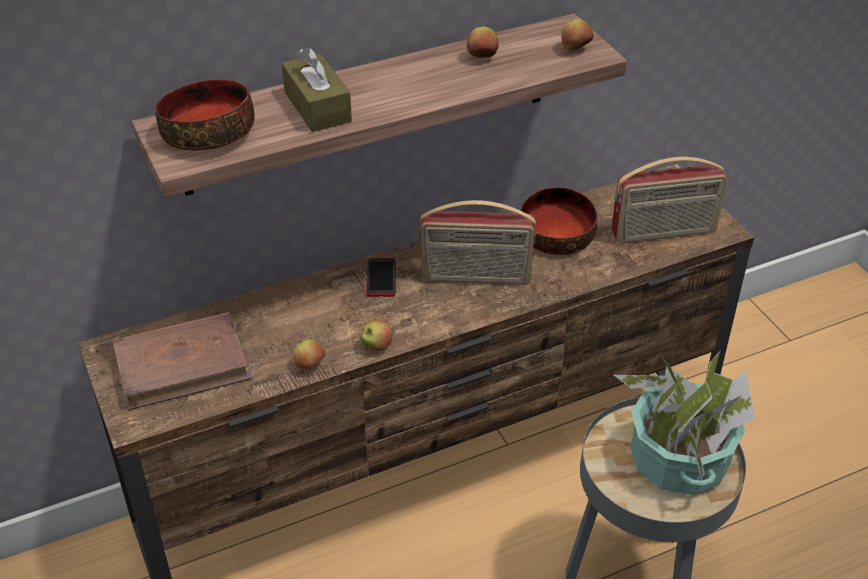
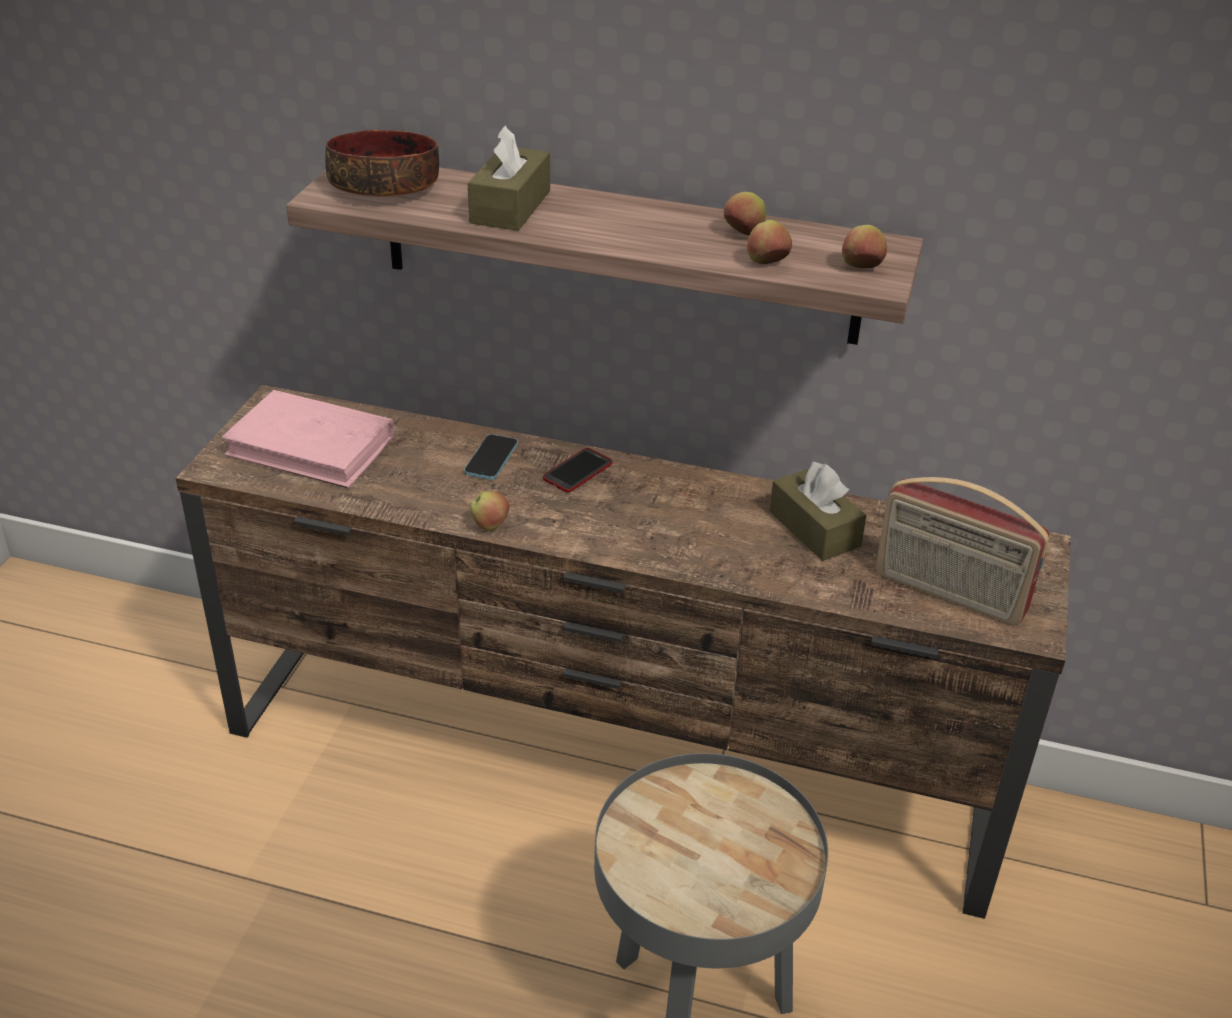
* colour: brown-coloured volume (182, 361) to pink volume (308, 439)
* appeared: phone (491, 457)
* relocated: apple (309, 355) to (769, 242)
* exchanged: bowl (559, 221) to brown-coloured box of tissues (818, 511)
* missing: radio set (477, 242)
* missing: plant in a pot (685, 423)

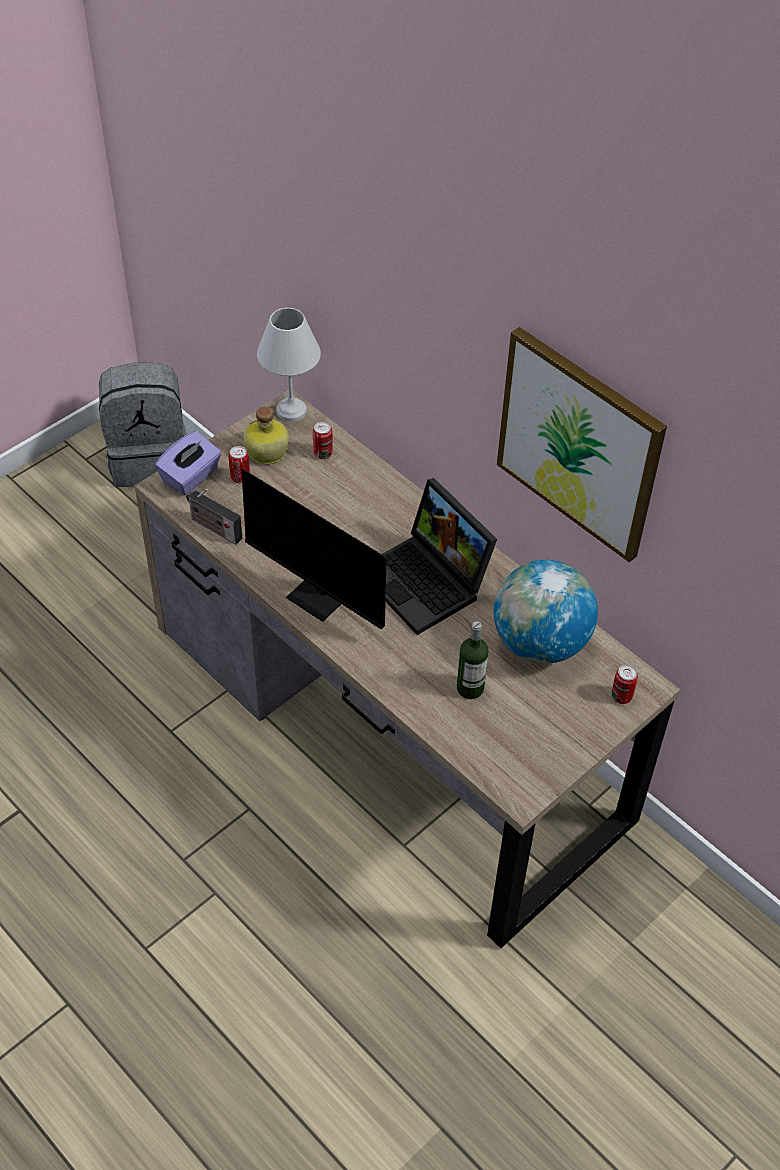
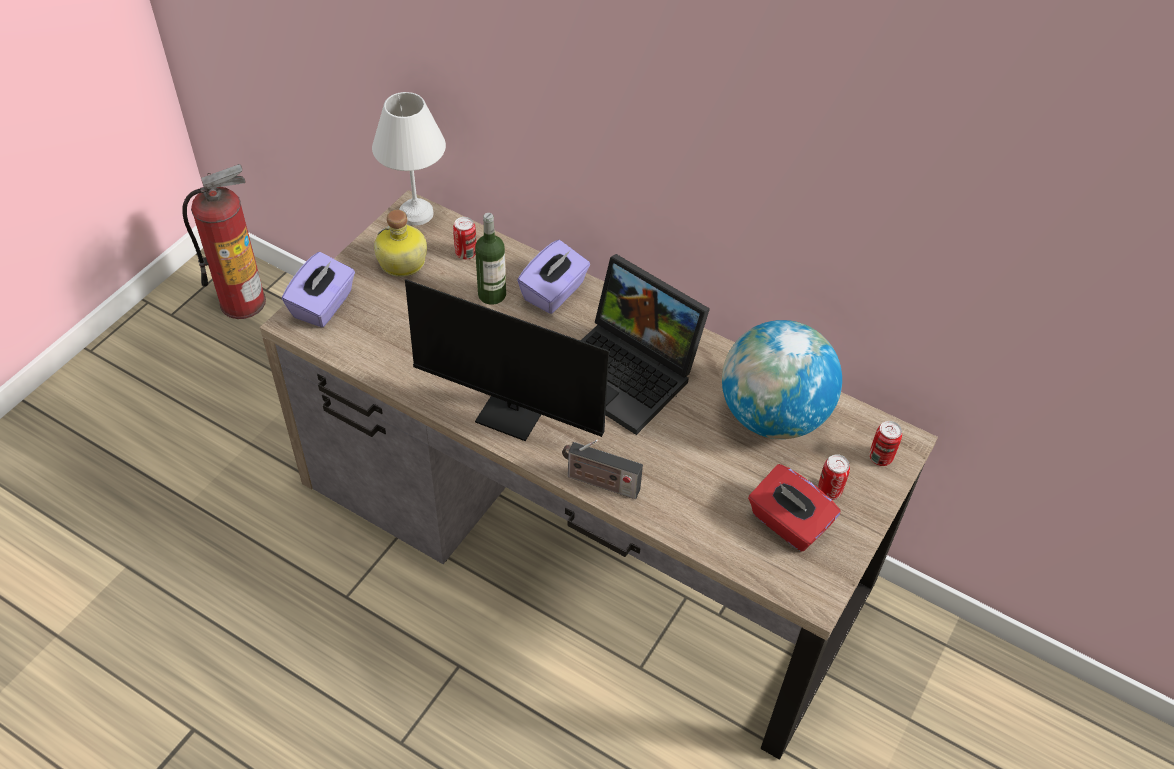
* exchanged: gray knapsack (142, 424) to extinguisher (224, 241)
* relocated: drink bottle (473, 660) to (490, 259)
* appeared: purplish box of tissues (553, 277)
* relocated: radio set (214, 517) to (602, 469)
* appeared: red box of tissues (794, 508)
* relocated: can (239, 465) to (834, 477)
* missing: picture (582, 444)

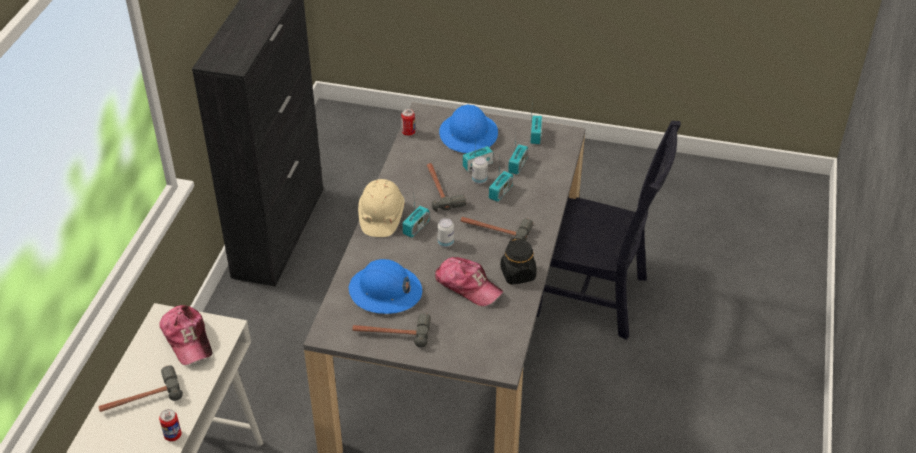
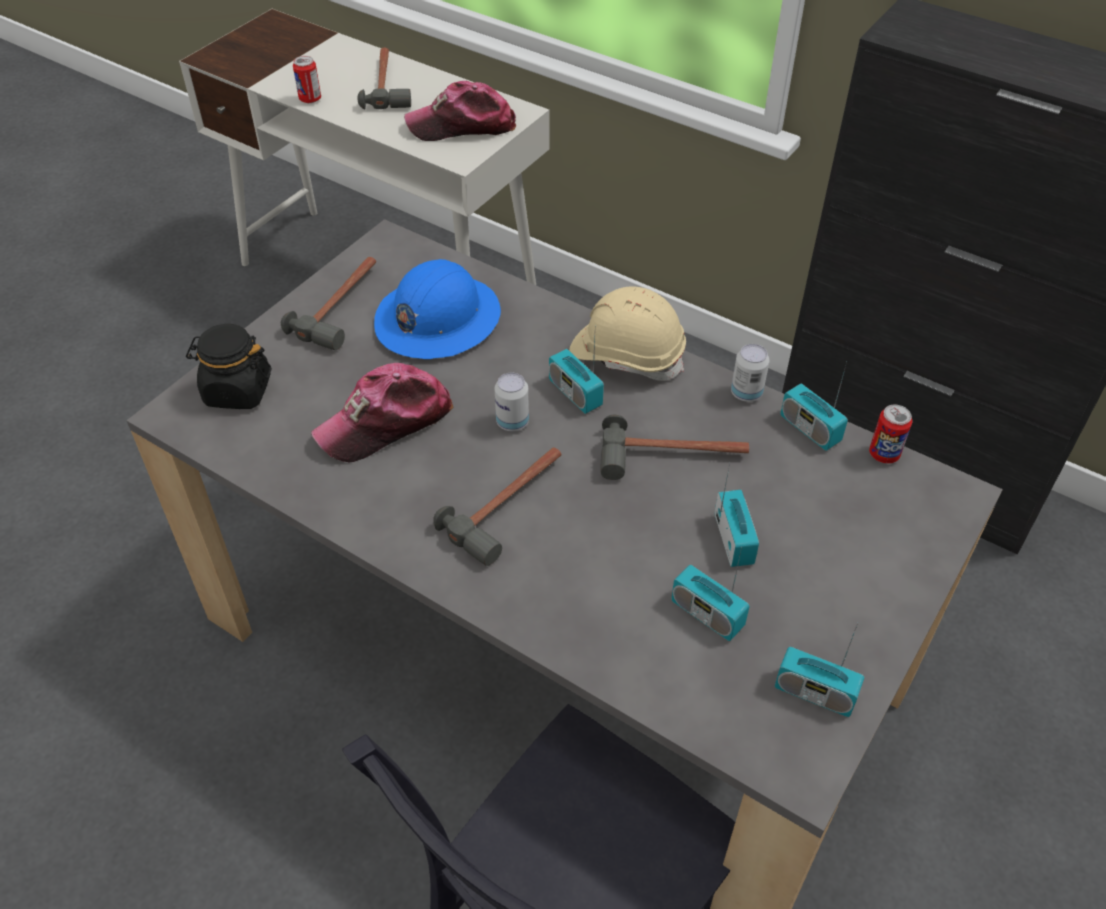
* relocated: blackish storage jar (518, 261) to (229, 366)
* relocated: can (480, 170) to (750, 373)
* relocated: radio set (501, 179) to (814, 406)
* missing: blue work helmet (468, 128)

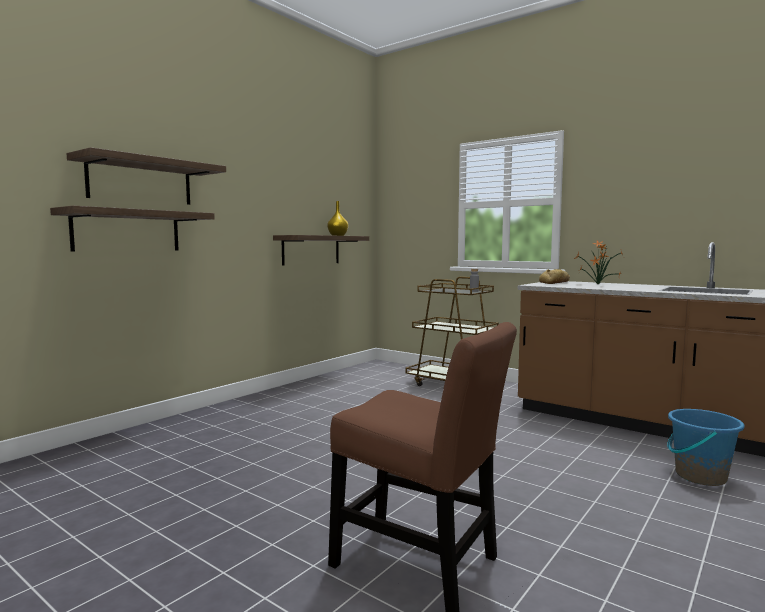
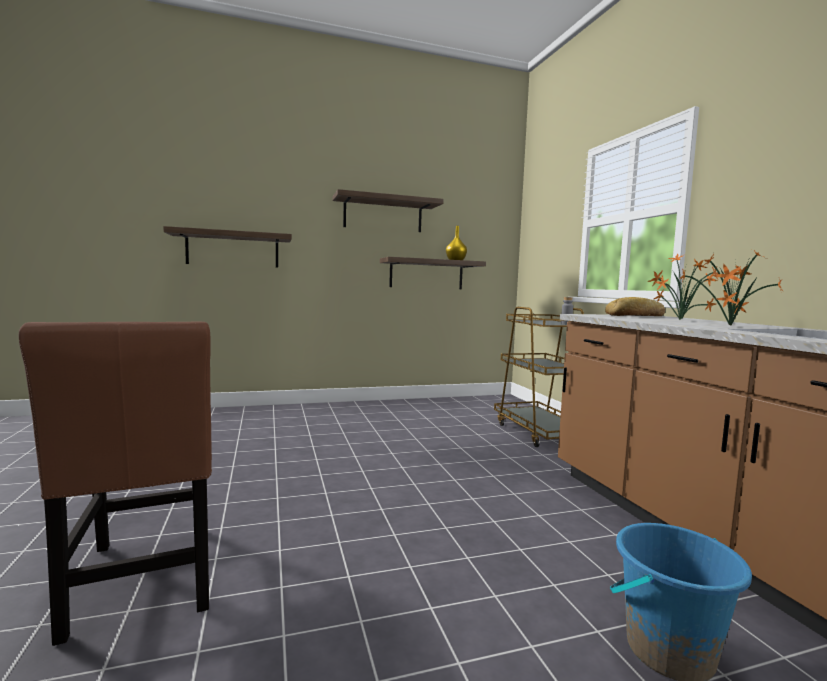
* relocated: shelf (146, 176) to (388, 210)
* appeared: plant in a pot (731, 287)

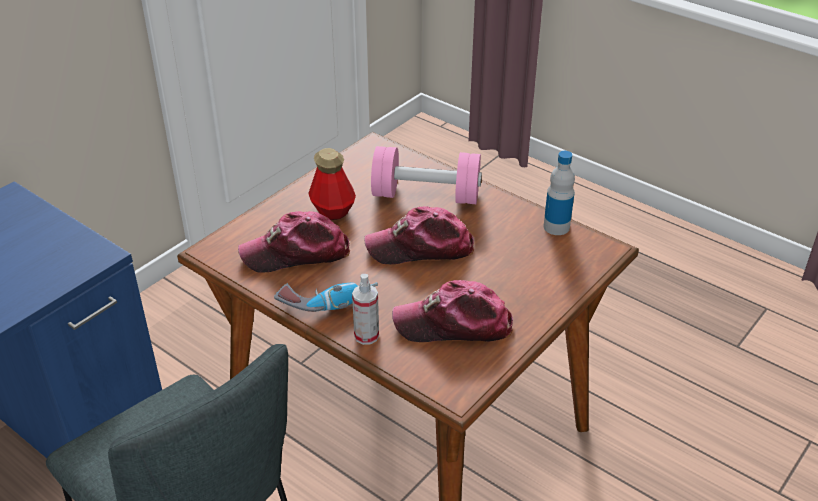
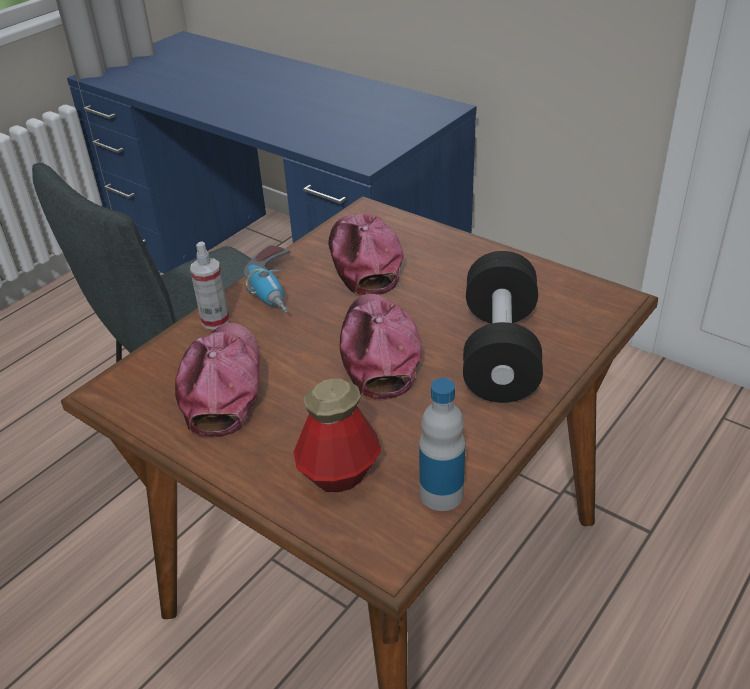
* relocated: drink bottle (332, 184) to (338, 435)
* colour: pink hand weight (426, 175) to blackish hand weight (503, 327)

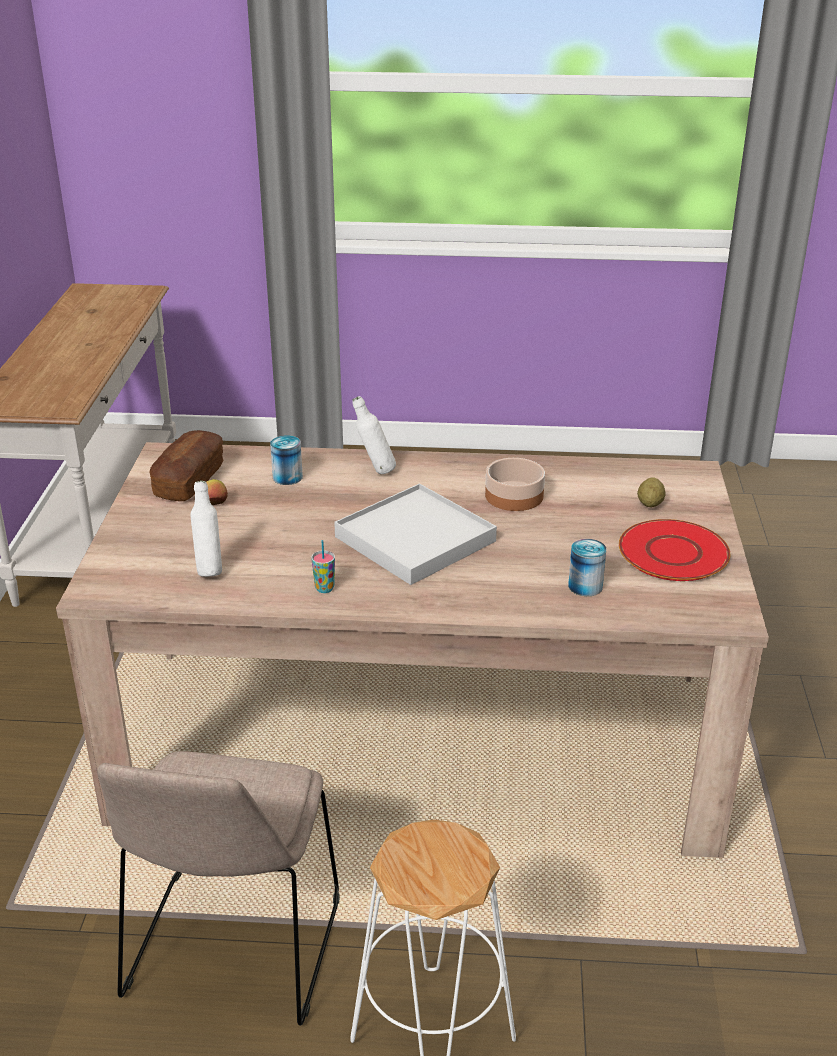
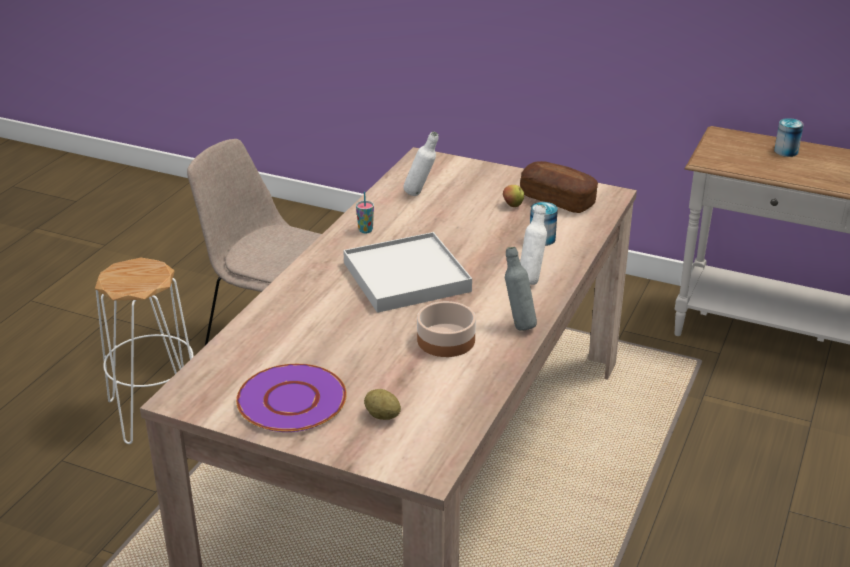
* colour: red flat dish (674, 550) to purplish flat dish (291, 398)
* appeared: gray drink bottle (521, 289)
* relocated: can (587, 567) to (789, 137)

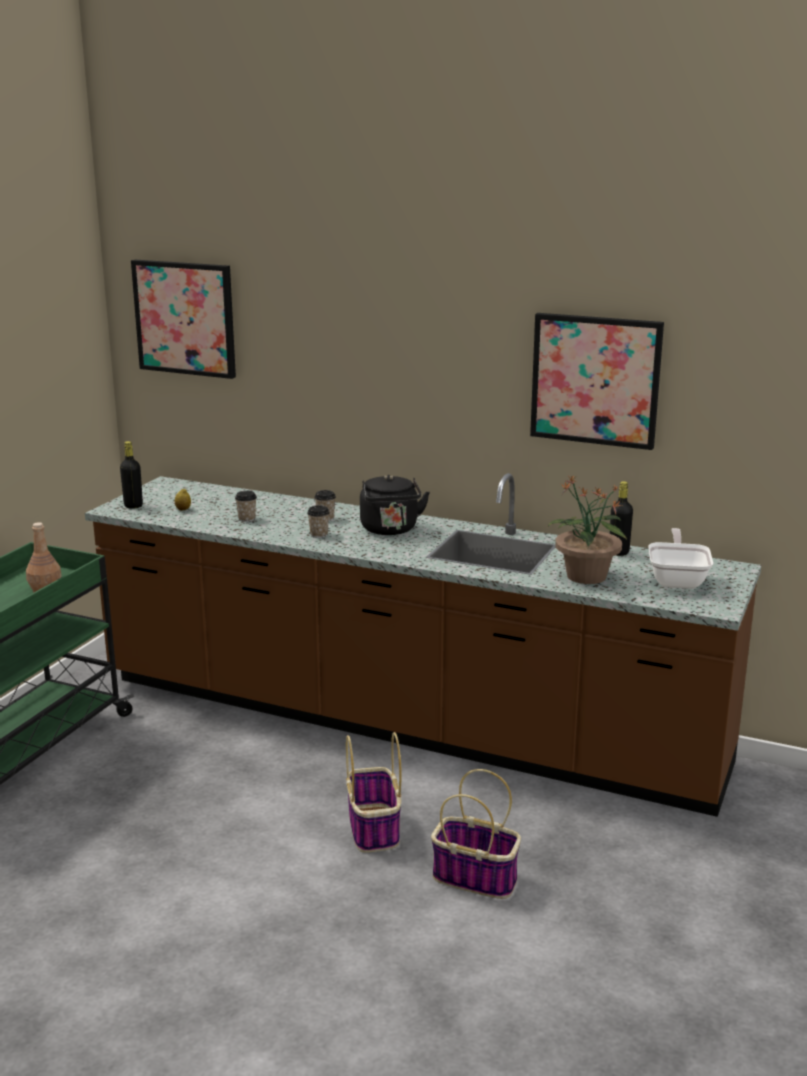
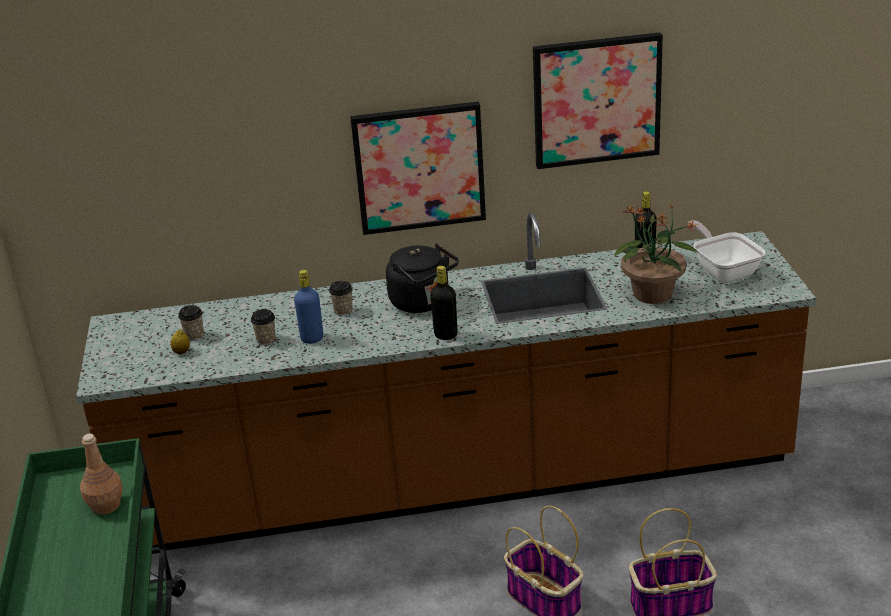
* relocated: drinking cup (318, 521) to (191, 323)
* appeared: blue drink bottle (308, 307)
* relocated: picture (183, 319) to (418, 168)
* relocated: blackish drink bottle (131, 475) to (444, 303)

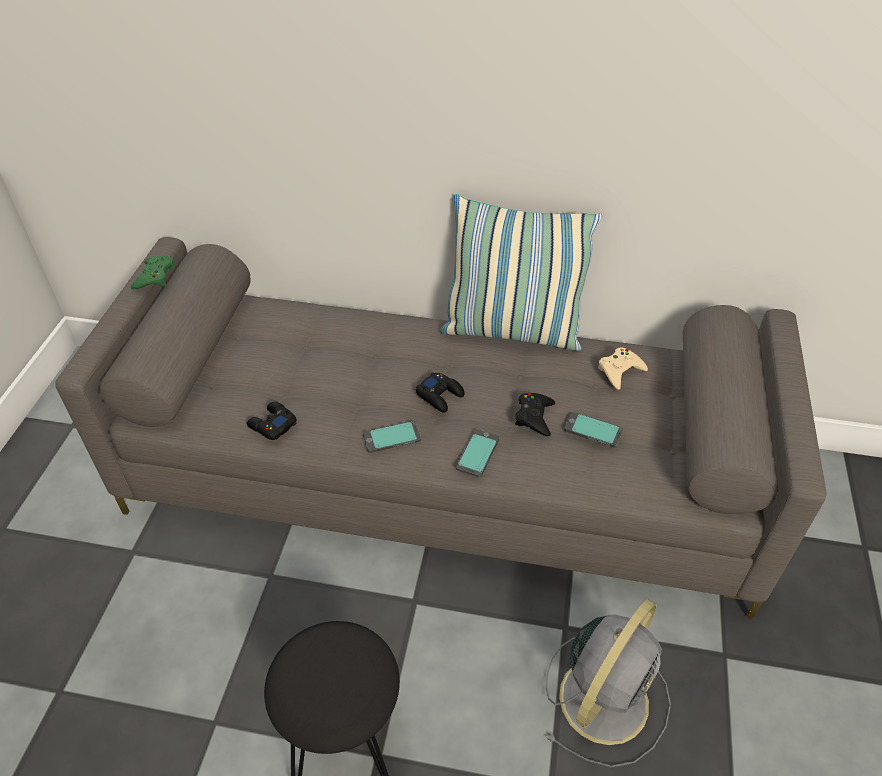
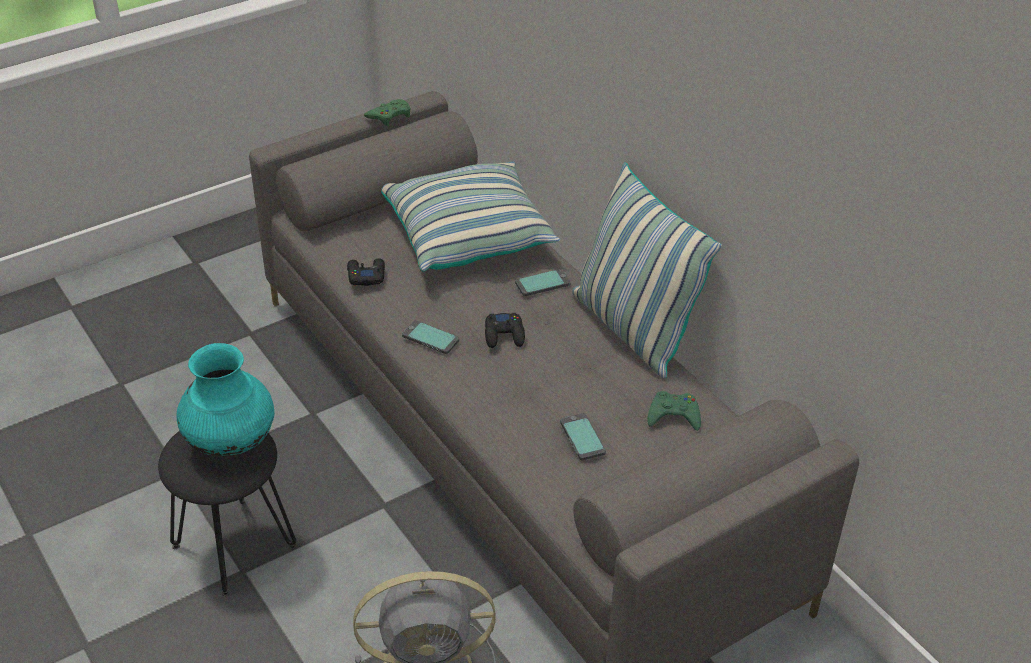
* appeared: blue-green flower vase (225, 399)
* appeared: cushion (470, 216)
* relocated: phone (477, 453) to (543, 282)
* colour: beige-coloured gamepad (623, 368) to green-coloured gamepad (674, 411)
* missing: blackish gamepad (535, 414)

